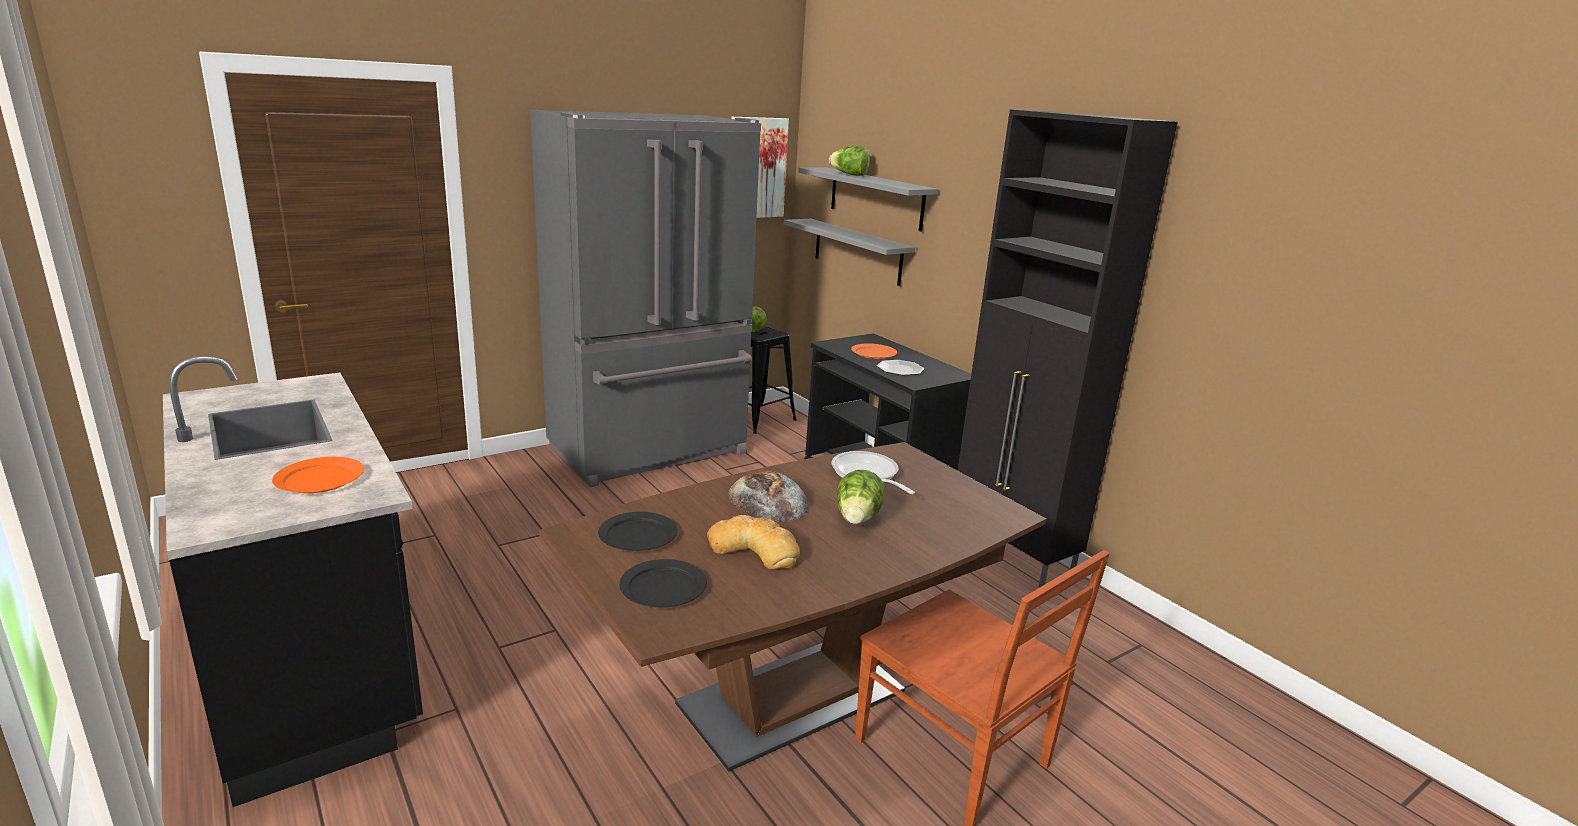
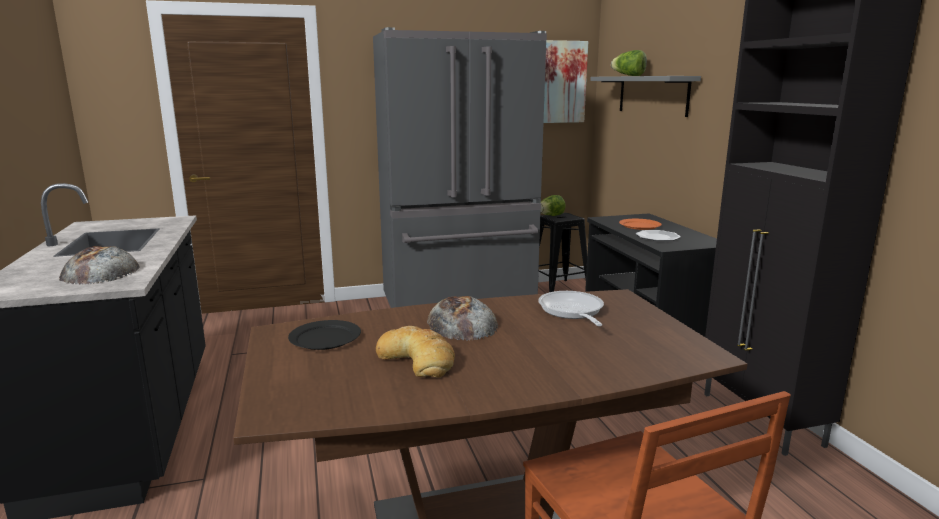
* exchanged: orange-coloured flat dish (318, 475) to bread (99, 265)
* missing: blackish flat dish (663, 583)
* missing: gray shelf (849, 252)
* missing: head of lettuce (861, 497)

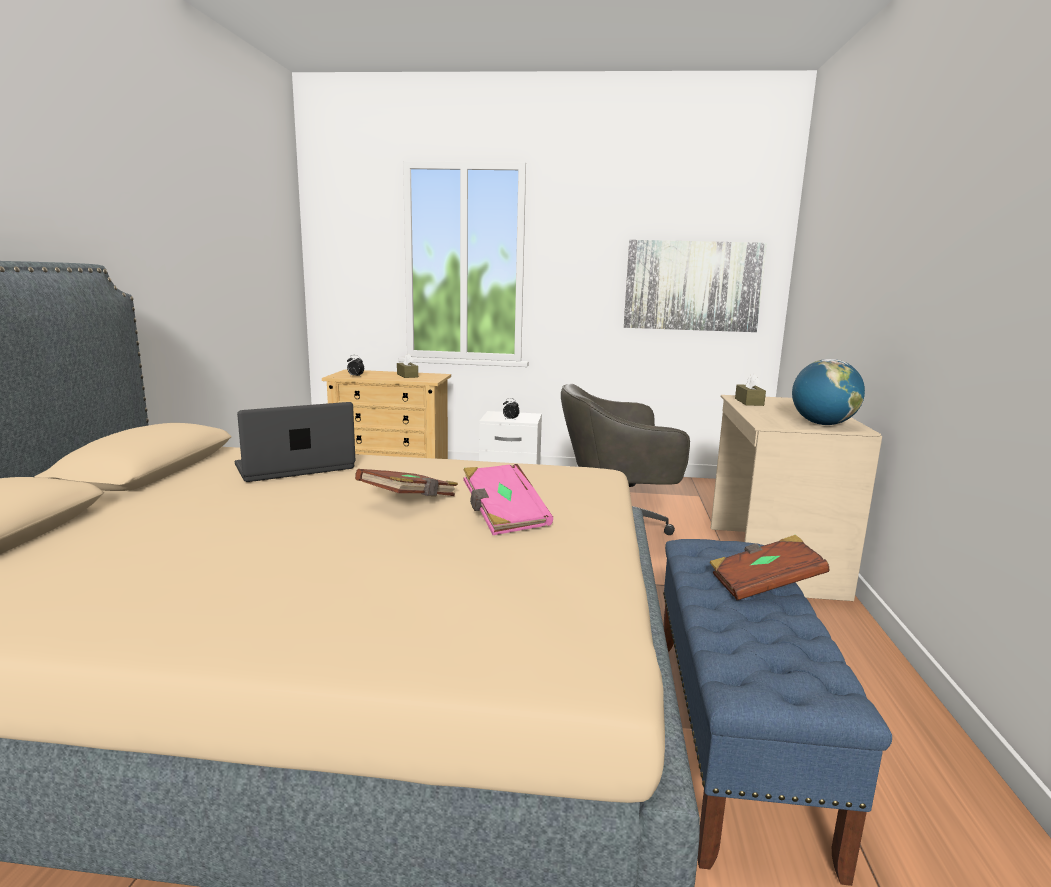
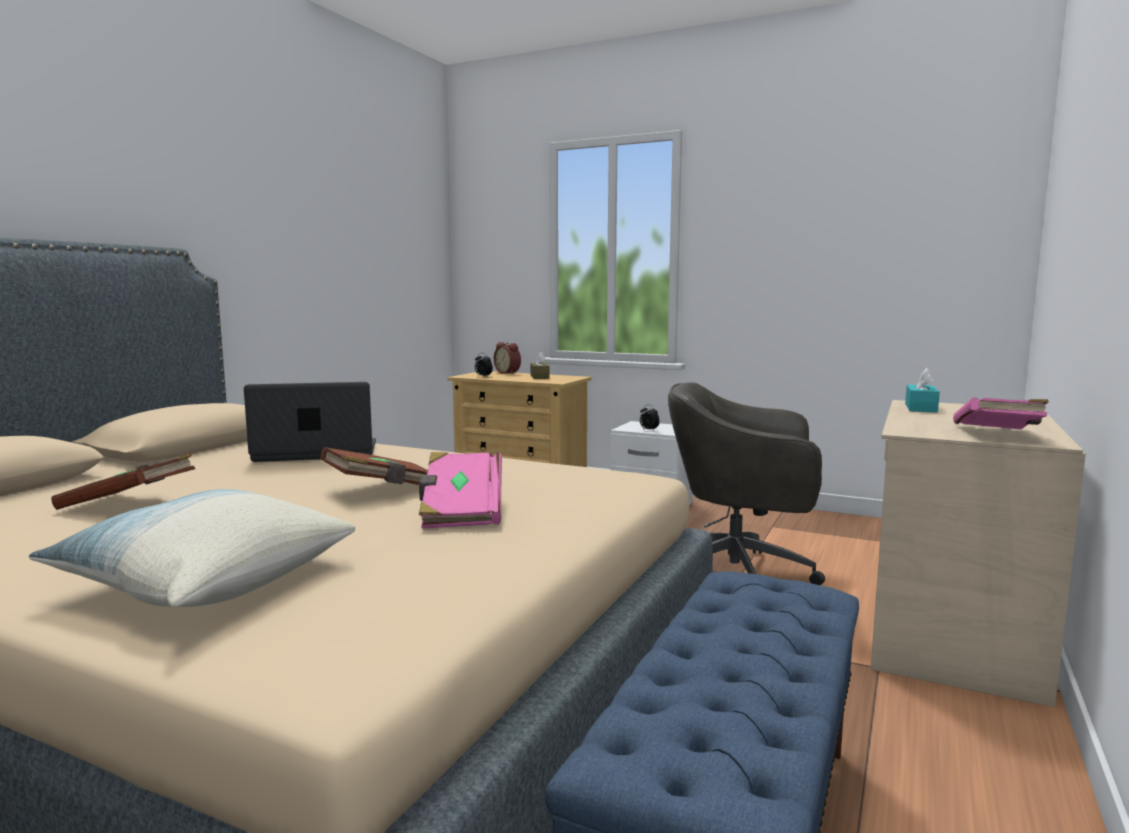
* appeared: cushion (192, 548)
* relocated: brown-coloured volume (769, 567) to (123, 481)
* appeared: table clock (507, 358)
* colour: brown-coloured box of tissues (750, 389) to blue-green box of tissues (922, 390)
* exchanged: world globe (828, 392) to pink volume (1001, 413)
* missing: picture (695, 286)

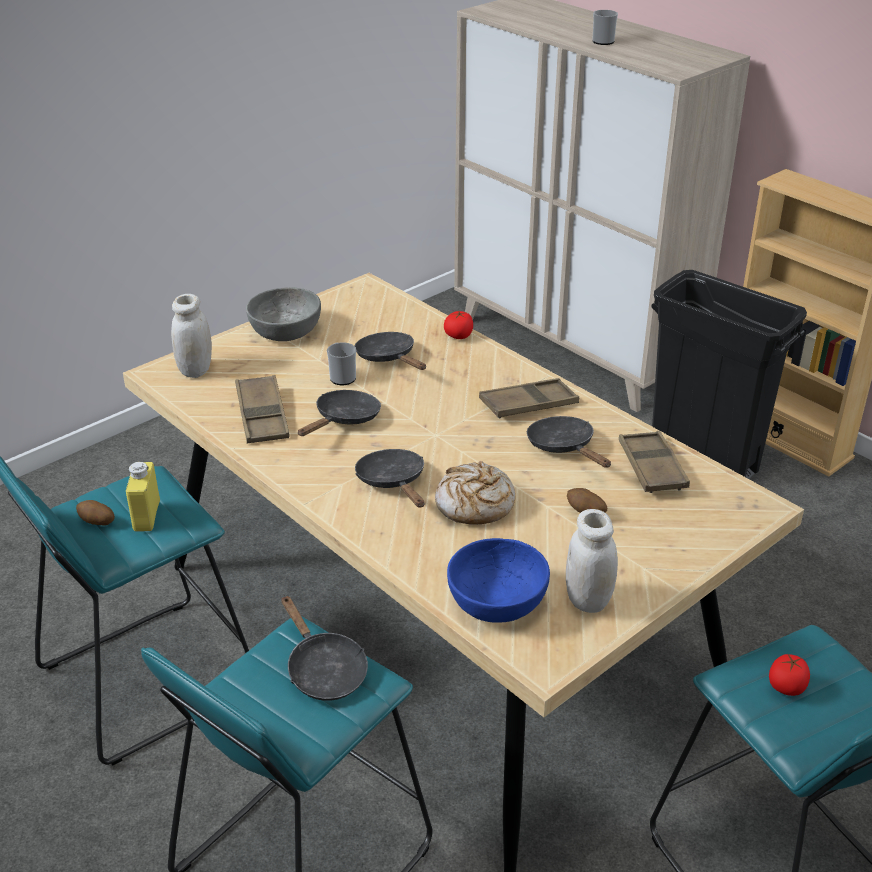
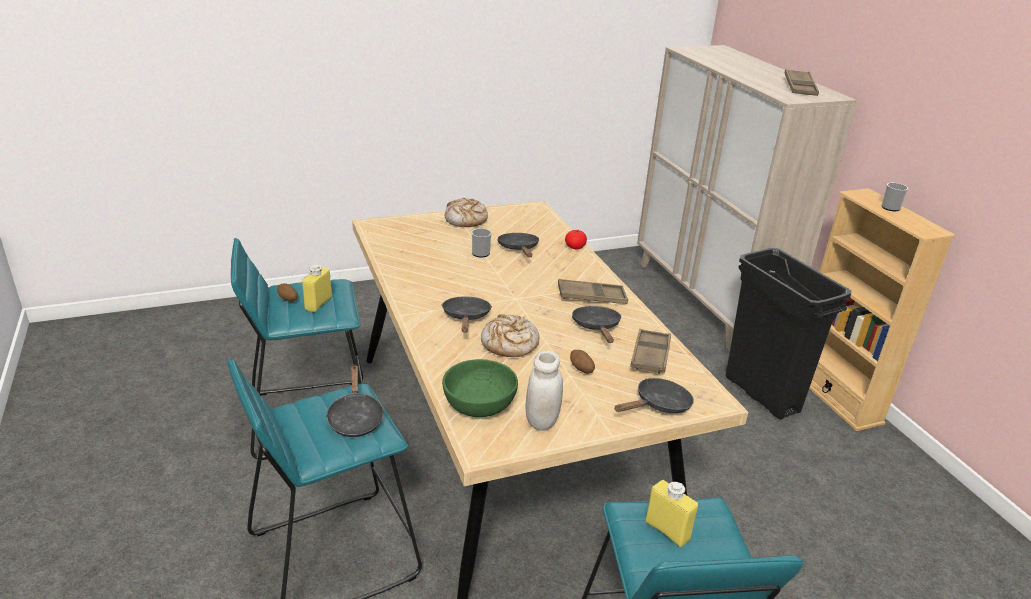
* colour: blue bowl (498, 580) to green-coloured bowl (480, 388)
* exchanged: gray bowl (283, 314) to bread (466, 212)
* relocated: blackish skillet (339, 413) to (654, 395)
* exchanged: tomato (789, 675) to yellow-coloured drink bottle (671, 513)
* relocated: brown-coloured carrying tray (262, 409) to (801, 82)
* relocated: mug (605, 27) to (894, 197)
* missing: white storage jar (191, 336)

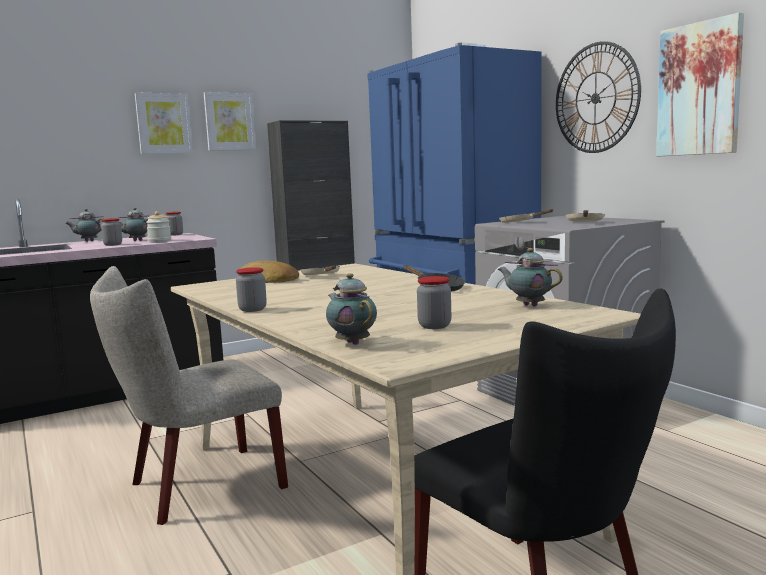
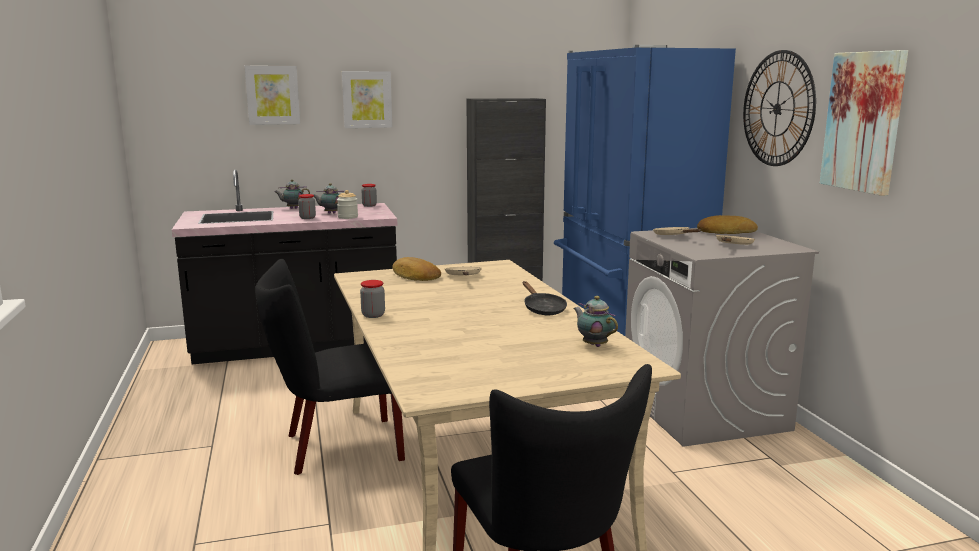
* relocated: picture (230, 121) to (272, 95)
* colour: beige-coloured plain chair (189, 395) to blackish plain chair (330, 367)
* appeared: bread (727, 224)
* missing: teapot (351, 309)
* missing: storage jar (434, 302)

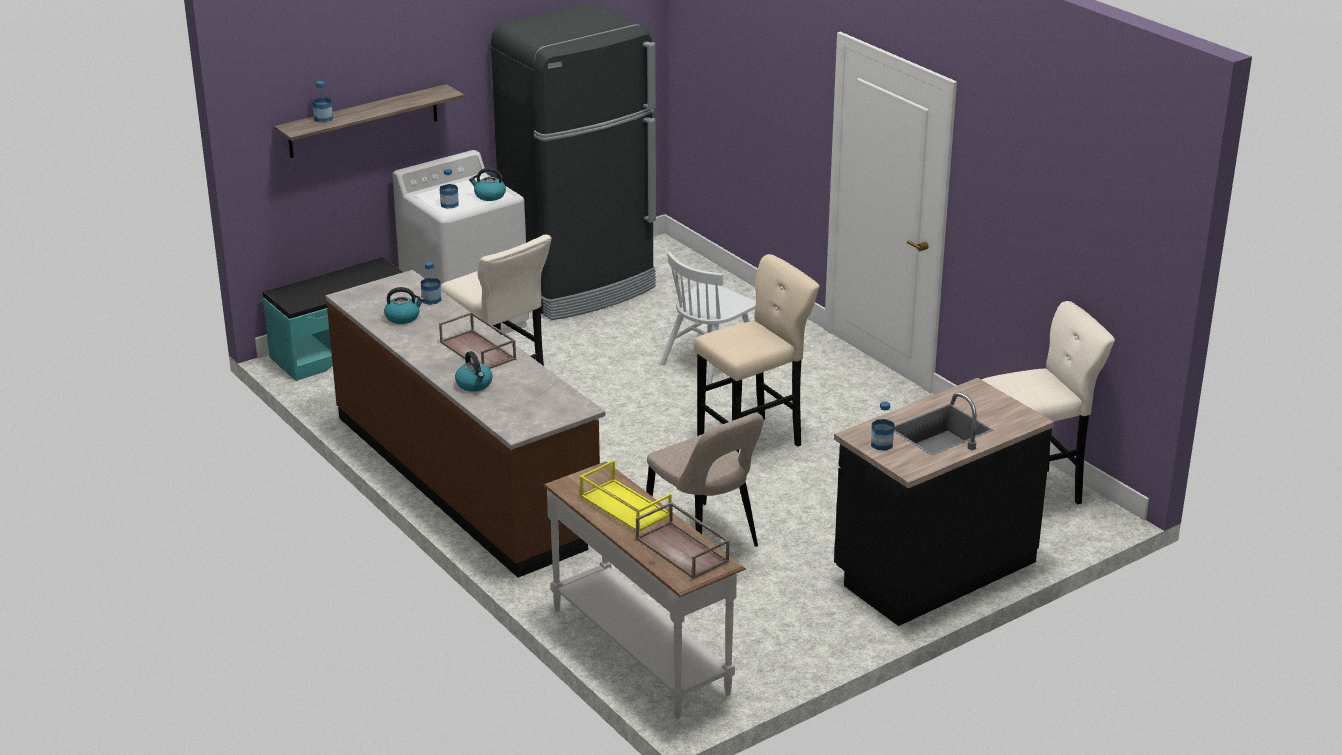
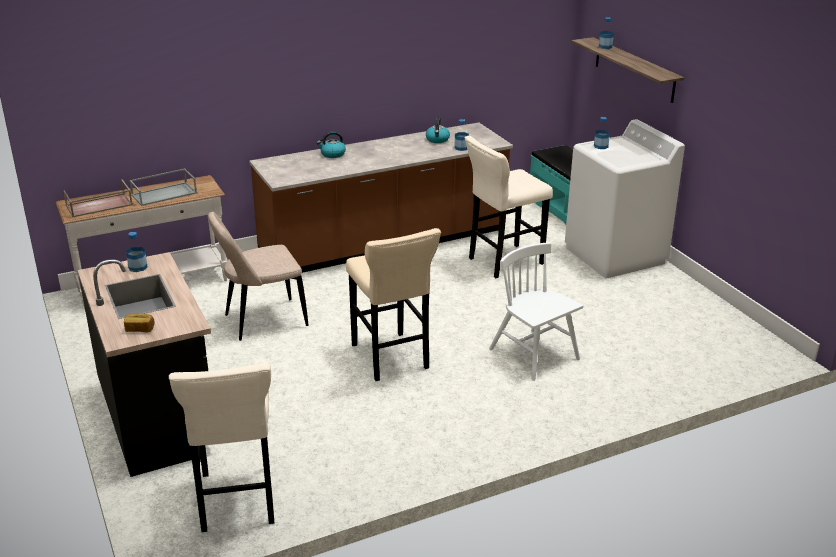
* appeared: bread (139, 323)
* colour: yellow-coloured carrying tray (625, 496) to gray carrying tray (163, 187)
* missing: brown-coloured carrying tray (477, 340)
* missing: kettle (487, 184)
* missing: blackish refrigerator (573, 161)

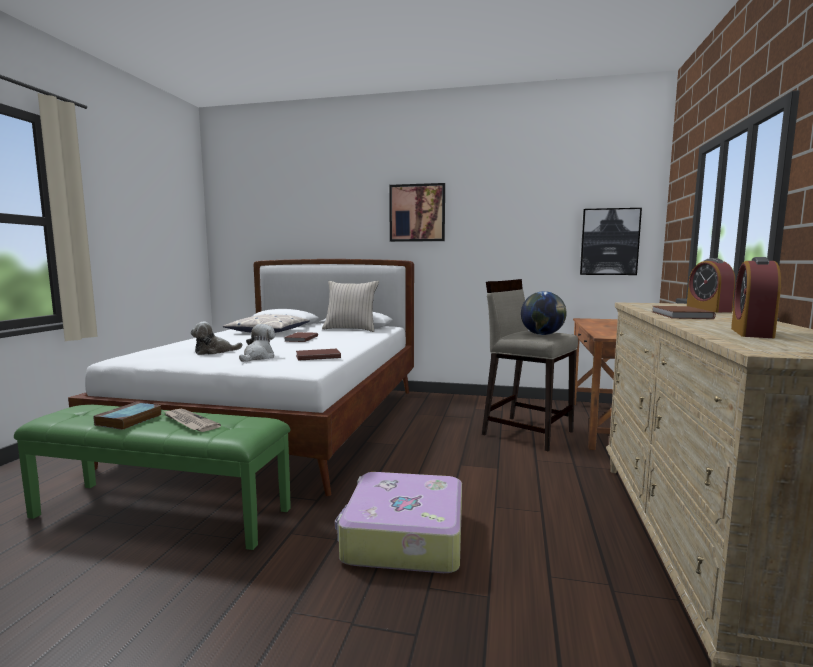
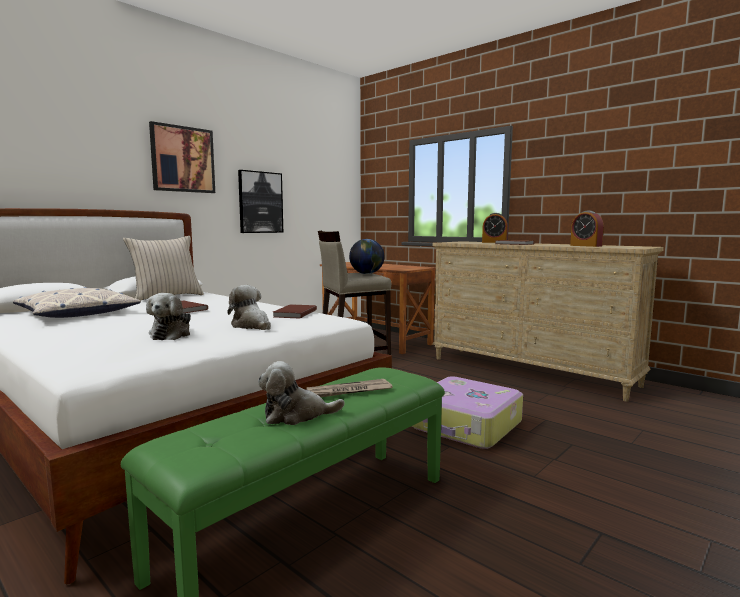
* relocated: picture (611, 241) to (260, 201)
* exchanged: volume (127, 416) to cuddly toy (301, 393)

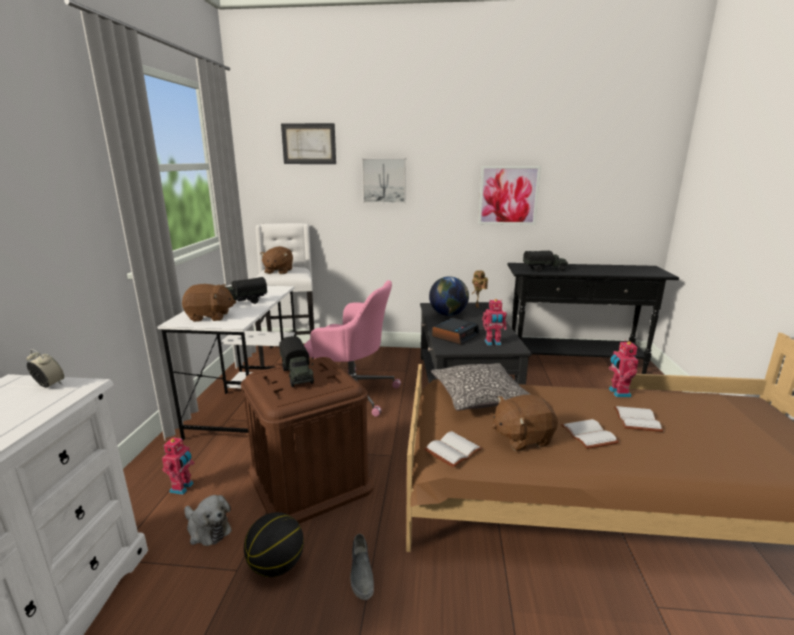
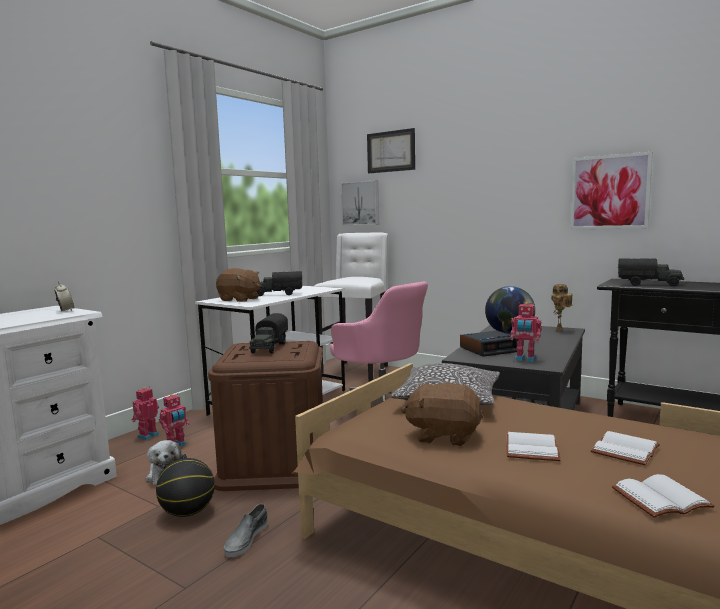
* relocated: robot figure (624, 368) to (145, 413)
* relocated: picture (384, 181) to (360, 202)
* relocated: white volume (453, 449) to (663, 496)
* missing: brown-coloured cuddly toy (276, 260)

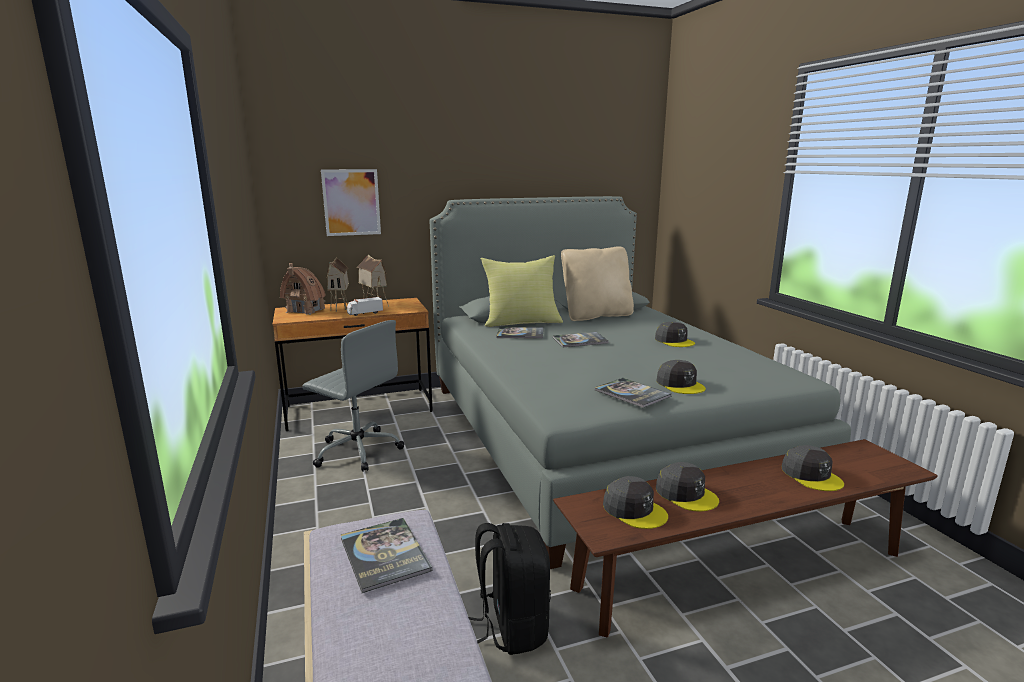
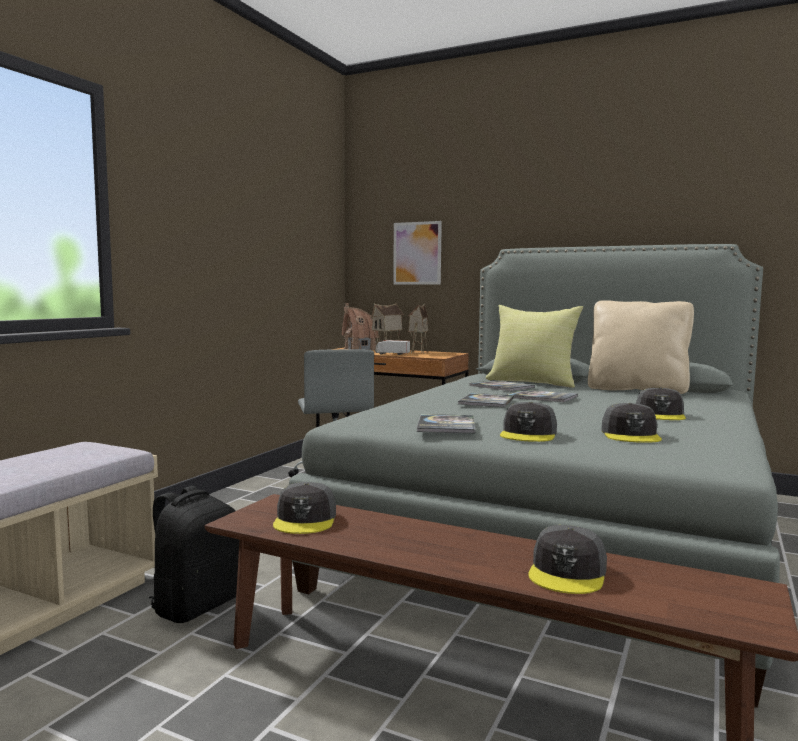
* relocated: volume (387, 555) to (486, 400)
* relocated: gray peaked cap (687, 486) to (632, 423)

